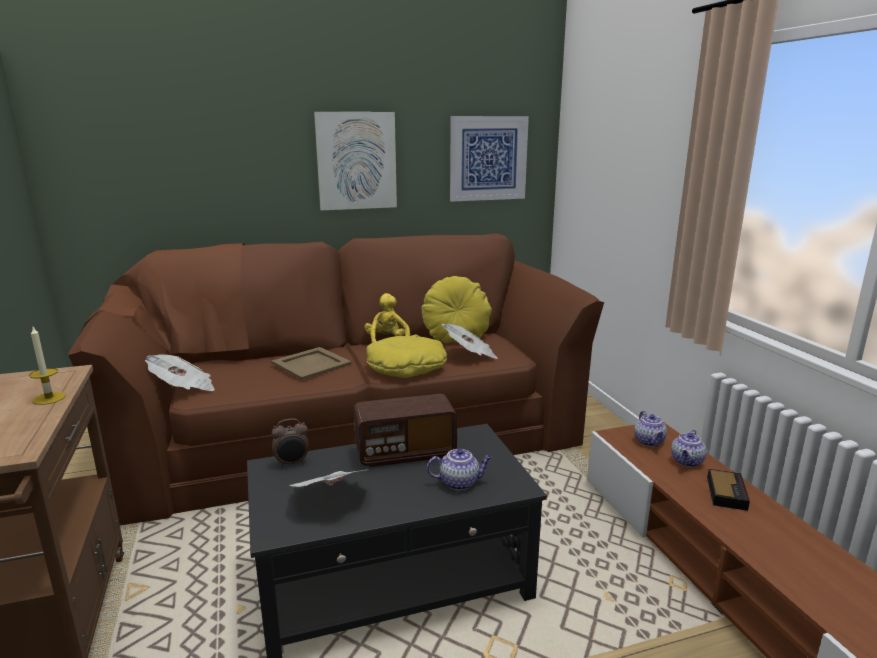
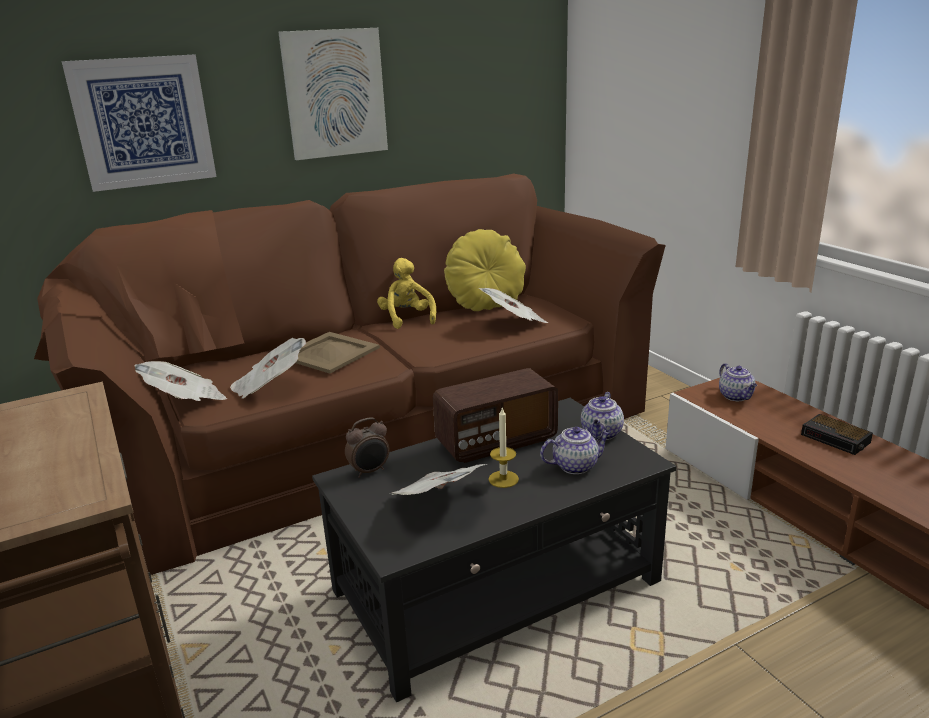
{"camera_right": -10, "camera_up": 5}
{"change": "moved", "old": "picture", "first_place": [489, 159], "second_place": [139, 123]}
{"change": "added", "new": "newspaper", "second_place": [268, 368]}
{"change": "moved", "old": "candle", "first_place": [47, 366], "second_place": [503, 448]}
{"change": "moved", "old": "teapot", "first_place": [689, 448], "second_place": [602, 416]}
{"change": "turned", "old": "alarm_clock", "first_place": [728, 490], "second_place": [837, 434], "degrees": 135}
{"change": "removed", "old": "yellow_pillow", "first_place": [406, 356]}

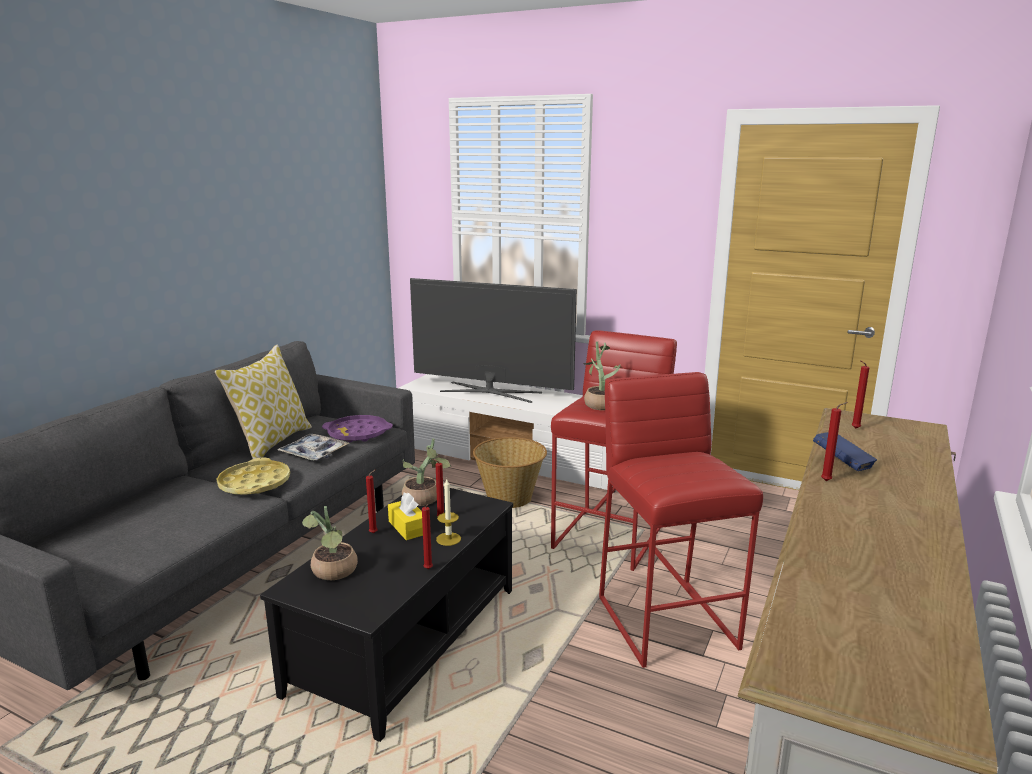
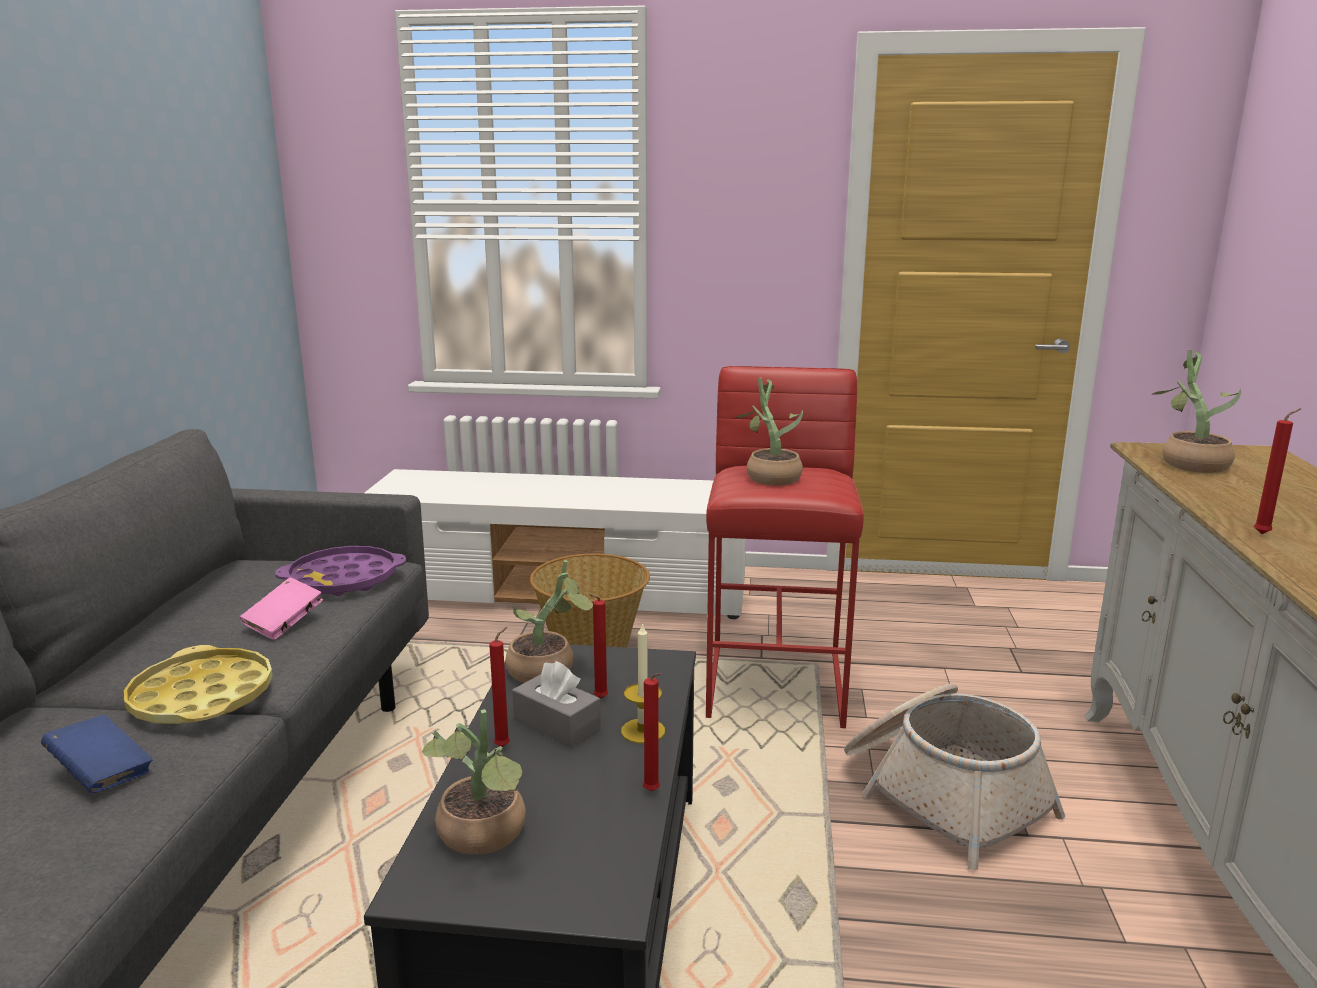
{"camera_right": -20, "camera_up": 0}
{"change": "moved", "old": "blue_book", "first_place": [845, 451], "second_place": [97, 753]}
{"change": "replaced", "old": "tray", "new": "pink_book", "first_place": [313, 447], "second_place": [281, 609]}
{"change": "recoloured", "old": "yellow_tissue_box", "new": "grey_tissue_box", "first_place": [405, 516], "second_place": [556, 704]}
{"change": "replaced", "old": "red_stool", "new": "basket", "first_place": [681, 520], "second_place": [954, 776]}
{"change": "replaced", "old": "red_candle", "new": "potted_plant", "first_place": [860, 394], "second_place": [1197, 411]}
{"change": "removed", "old": "pillow", "first_place": [263, 401]}
{"change": "removed", "old": "television", "first_place": [493, 340]}

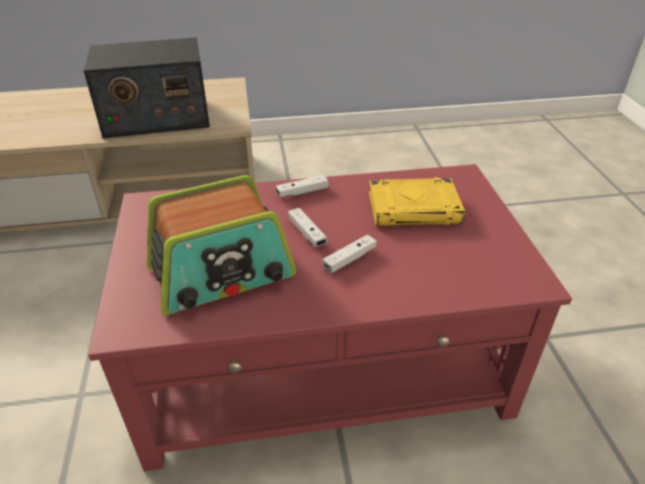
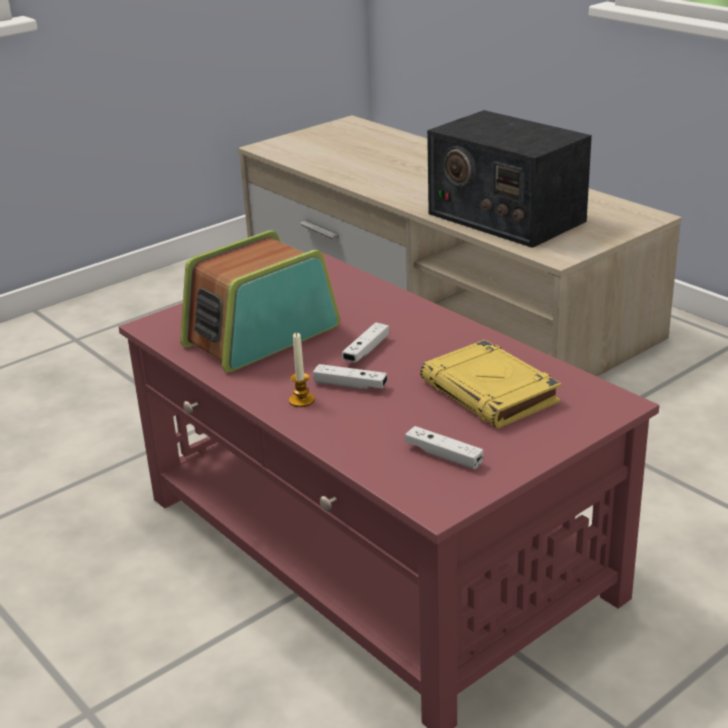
{"camera_right": 60, "camera_up": -10}
{"change": "turned", "old": "radio", "first_place": [221, 245], "second_place": [260, 301], "degrees": 105}
{"change": "added", "new": "candle", "second_place": [302, 369]}
{"change": "moved", "old": "white_game_controller", "first_place": [302, 186], "second_place": [444, 447]}

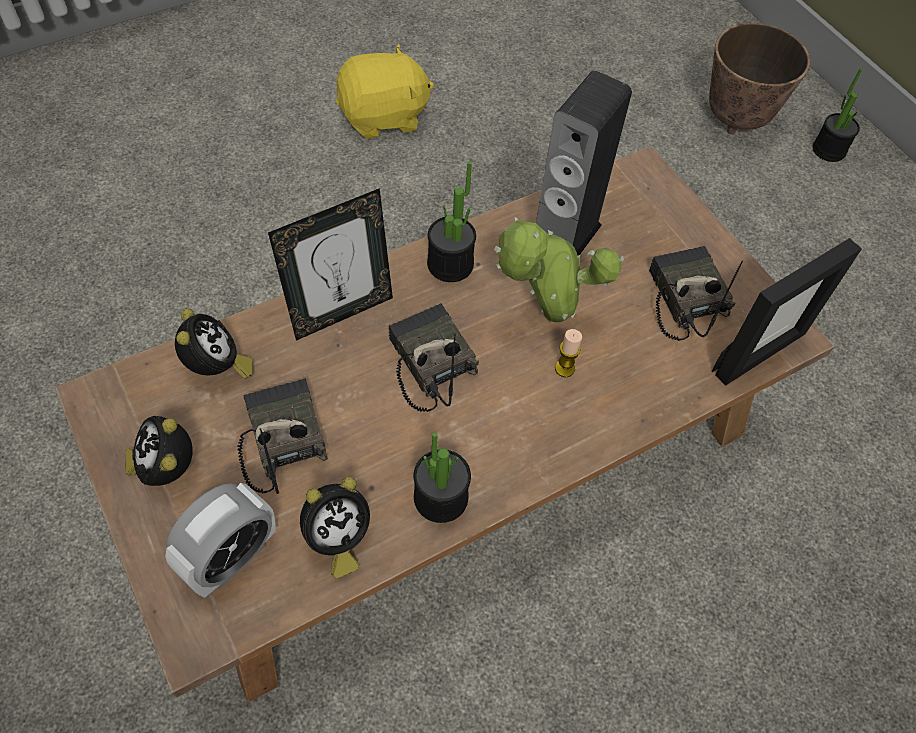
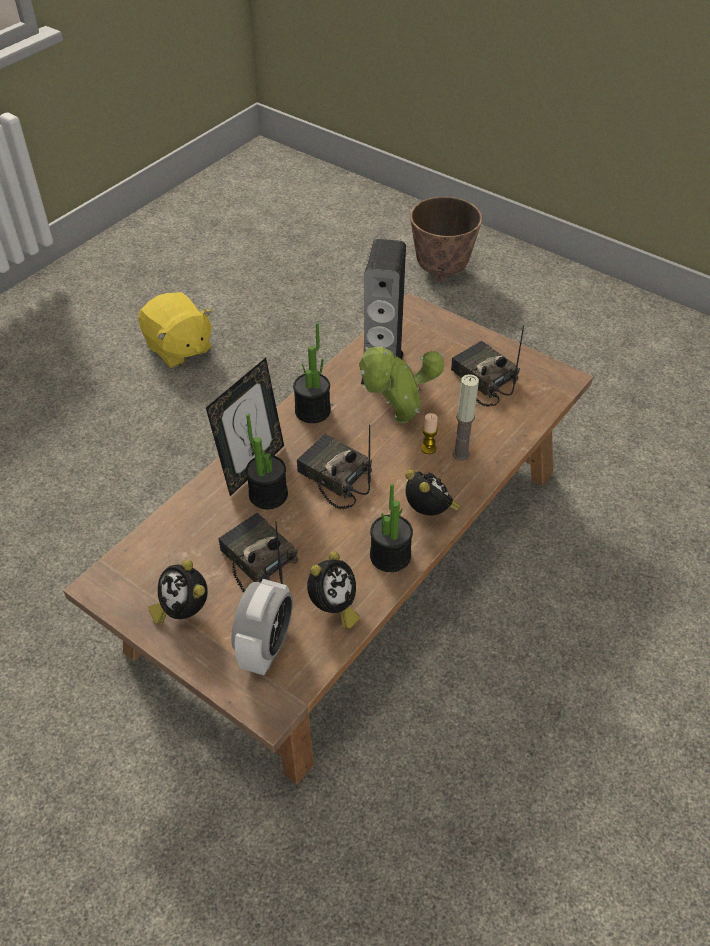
{"camera_right": -20, "camera_up": -10}
{"change": "turned", "old": "yellow_plush_toy", "first_place": [385, 91], "second_place": [175, 330], "degrees": 90}
{"change": "moved", "old": "potted_plant", "first_place": [838, 115], "second_place": [267, 461]}
{"change": "moved", "old": "alarm_clock", "first_place": [214, 343], "second_place": [433, 493]}
{"change": "added", "new": "candle", "second_place": [465, 417]}
{"change": "removed", "old": "picture_frame", "first_place": [787, 312]}

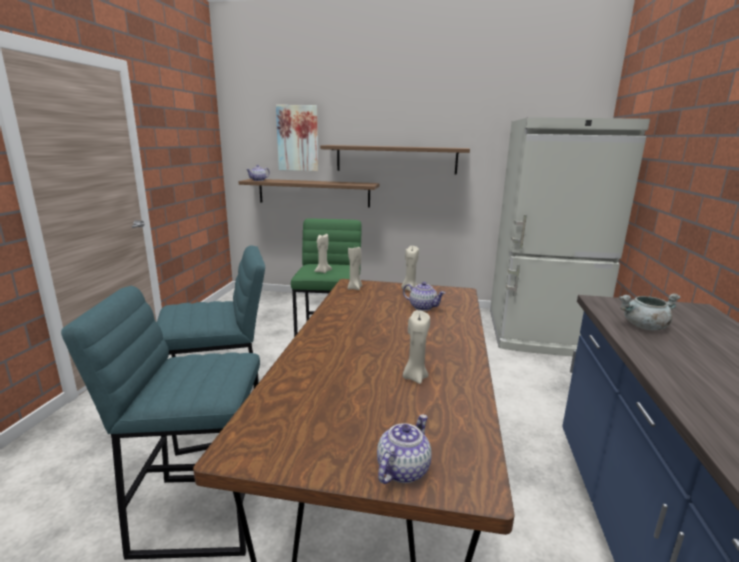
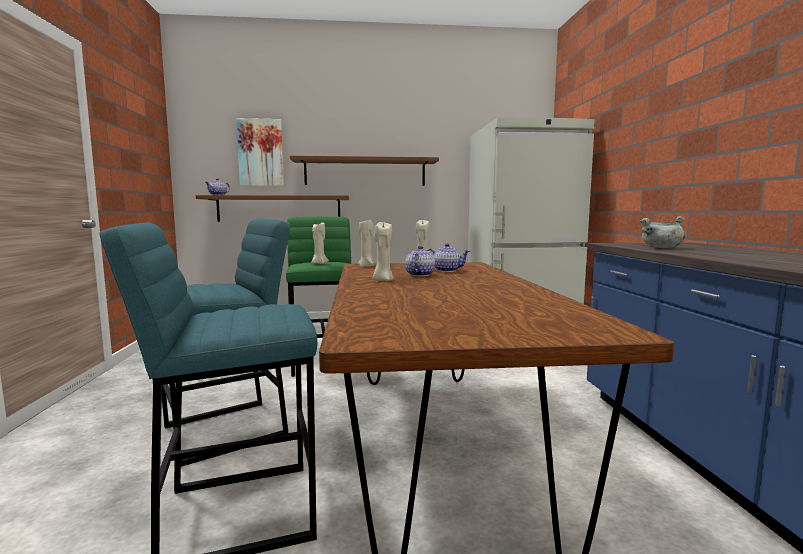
{"camera_right": -15, "camera_up": -10}
{"change": "moved", "old": "beige_candle", "first_place": [416, 347], "second_place": [383, 251]}
{"change": "moved", "old": "teapot", "first_place": [404, 449], "second_place": [420, 261]}

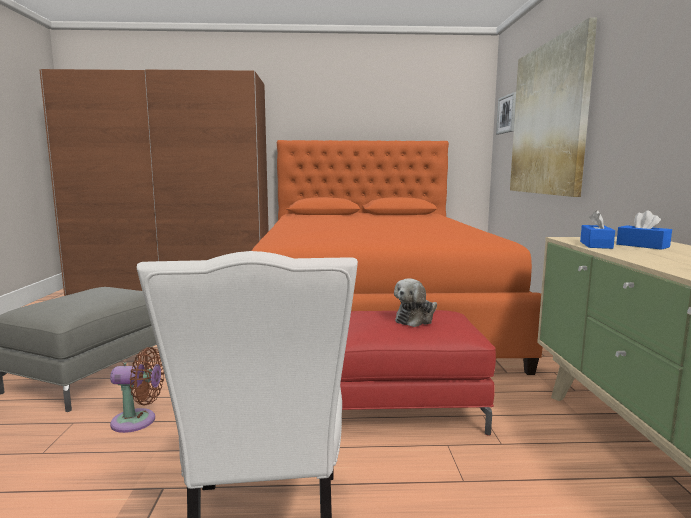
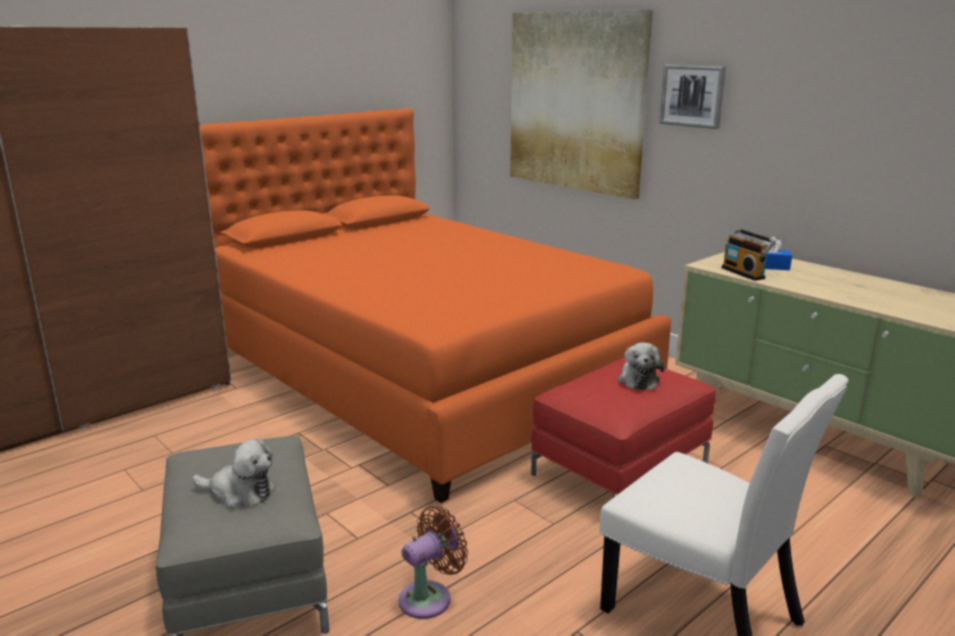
{"camera_right": -40, "camera_up": 10}
{"change": "added", "new": "plush_toy", "second_place": [233, 474]}
{"change": "moved", "old": "picture", "first_place": [506, 113], "second_place": [692, 96]}
{"change": "replaced", "old": "blue_tissue_box", "new": "radio", "first_place": [597, 229], "second_place": [749, 254]}

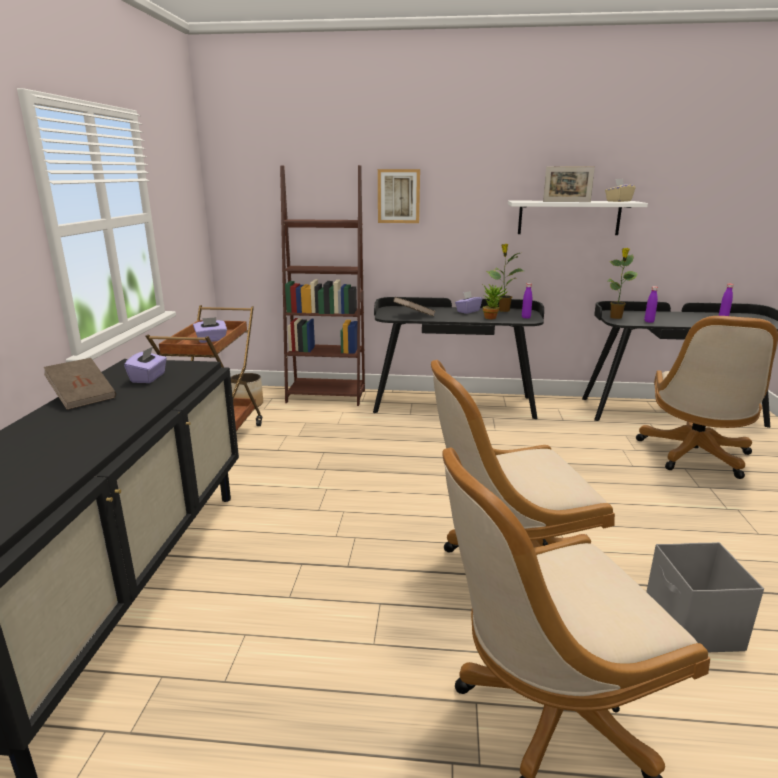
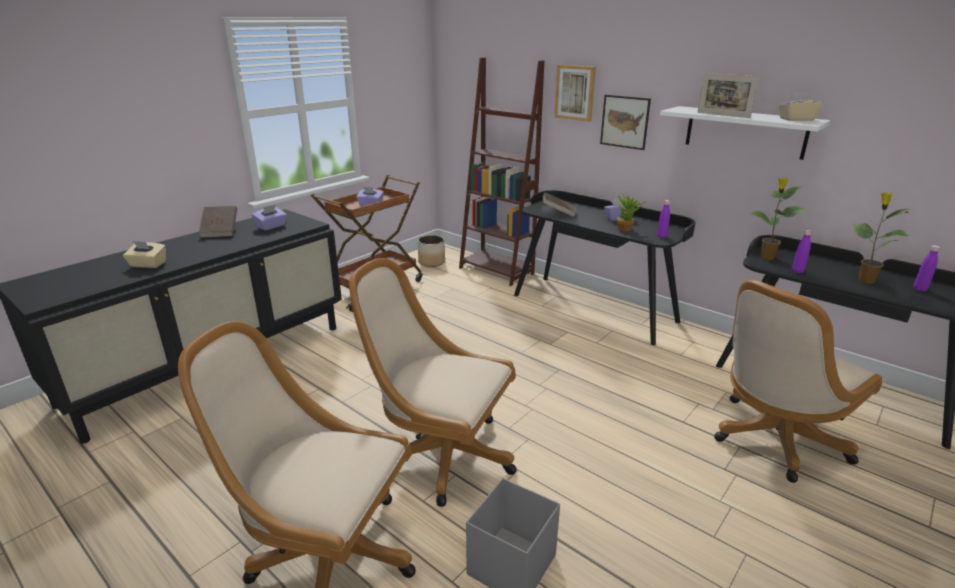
{"camera_right": 35, "camera_up": 5}
{"change": "added", "new": "beige_tissue_box", "second_place": [144, 254]}
{"change": "added", "new": "picture", "second_place": [625, 122]}
{"change": "moved", "old": "potted_plant", "first_place": [505, 278], "second_place": [882, 238]}

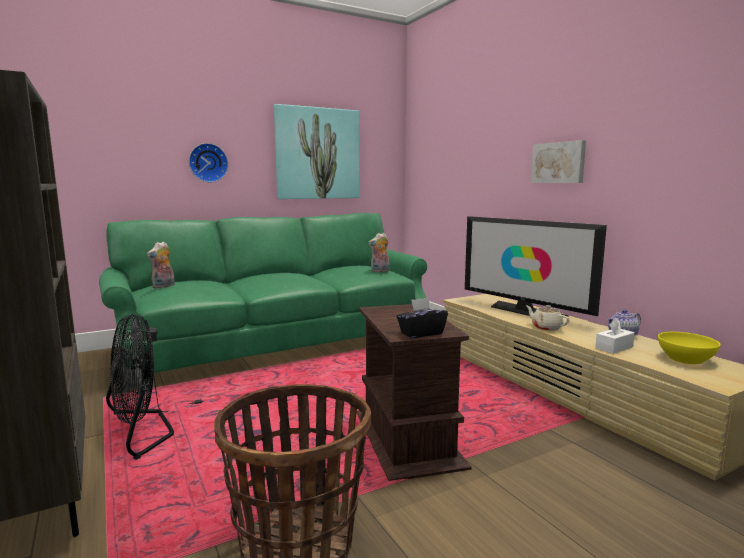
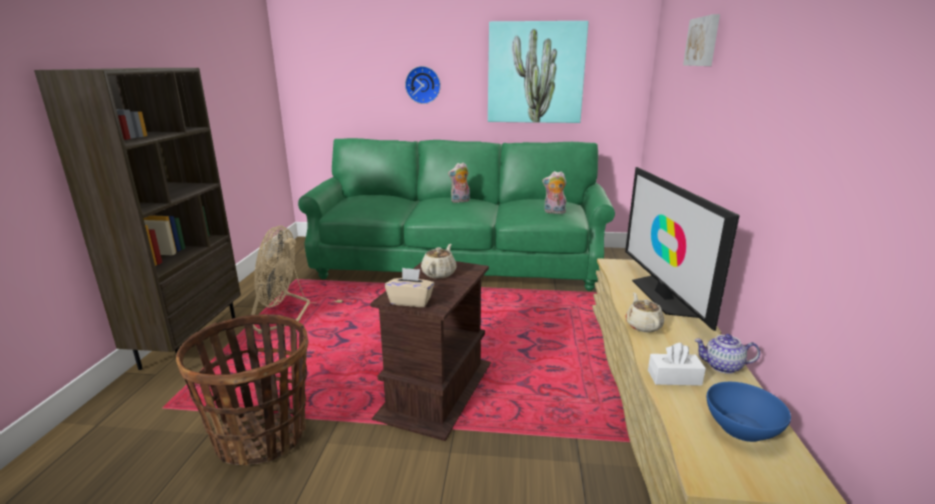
{"camera_right": 35, "camera_up": 10}
{"change": "recoloured", "old": "black_fan", "new": "beige_fan", "first_place": [155, 387], "second_place": [297, 279]}
{"change": "recoloured", "old": "black_tissue_box", "new": "beige_tissue_box", "first_place": [422, 318], "second_place": [409, 287]}
{"change": "added", "new": "beige_teapot", "second_place": [439, 261]}
{"change": "moved", "old": "plush_toy", "first_place": [161, 265], "second_place": [459, 182]}
{"change": "moved", "old": "picture", "first_place": [558, 161], "second_place": [701, 40]}
{"change": "recoloured", "old": "yellow_bowl", "new": "blue_bowl", "first_place": [689, 348], "second_place": [749, 412]}

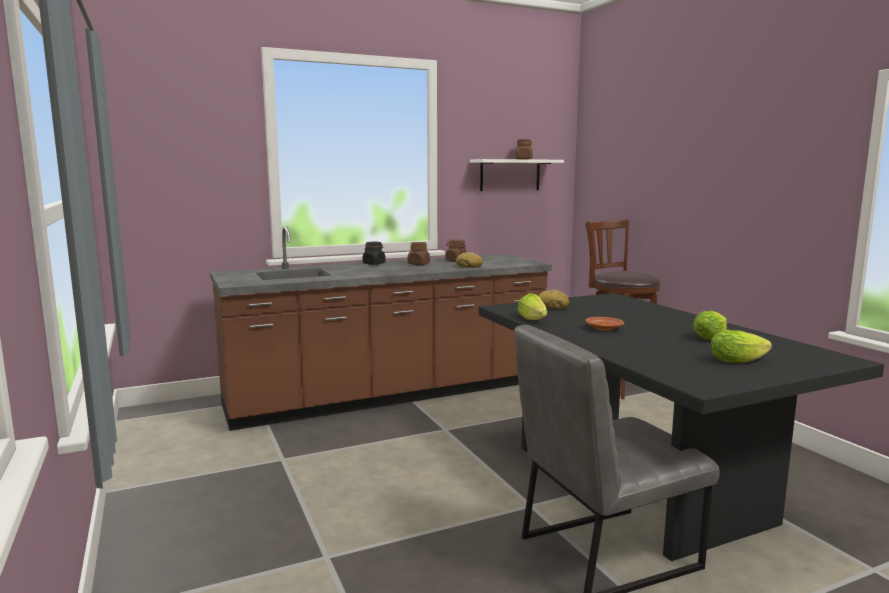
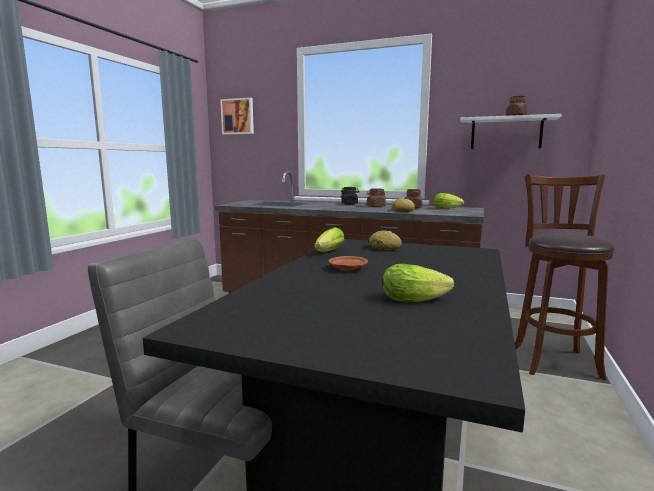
{"camera_right": 45, "camera_up": 0}
{"change": "added", "new": "picture", "second_place": [237, 116]}
{"change": "moved", "old": "lettuce", "first_place": [741, 346], "second_place": [449, 201]}

